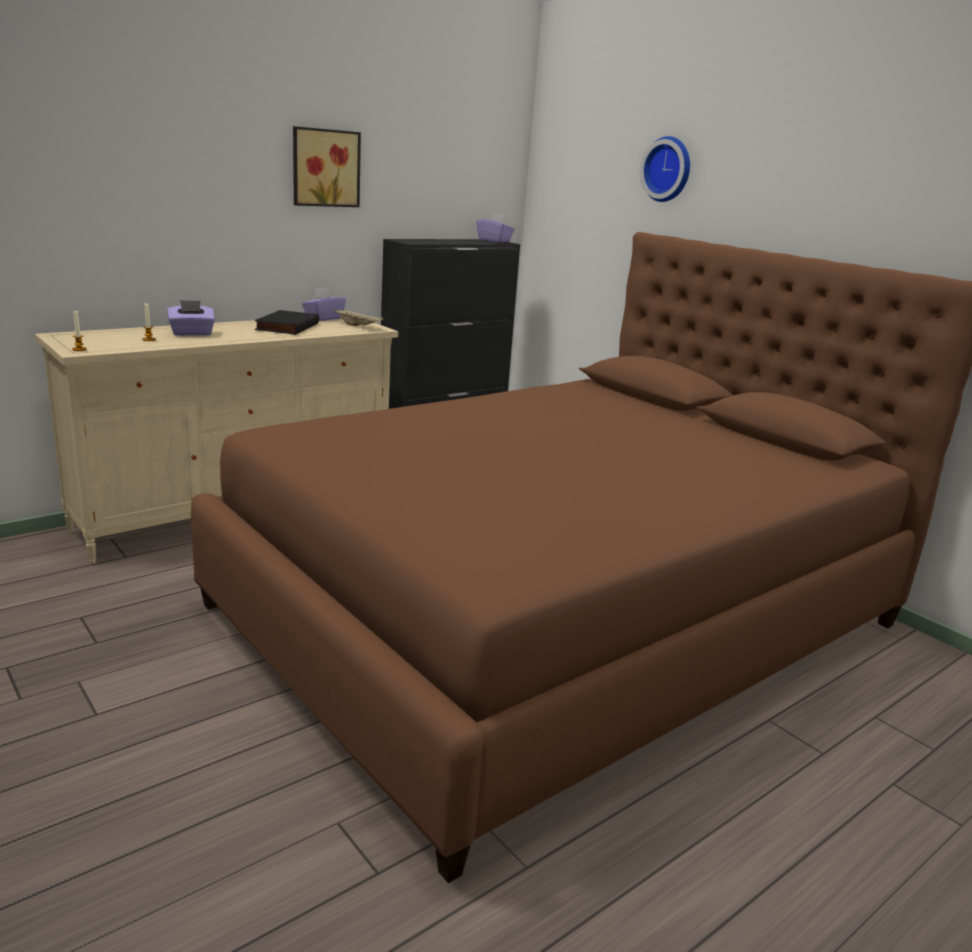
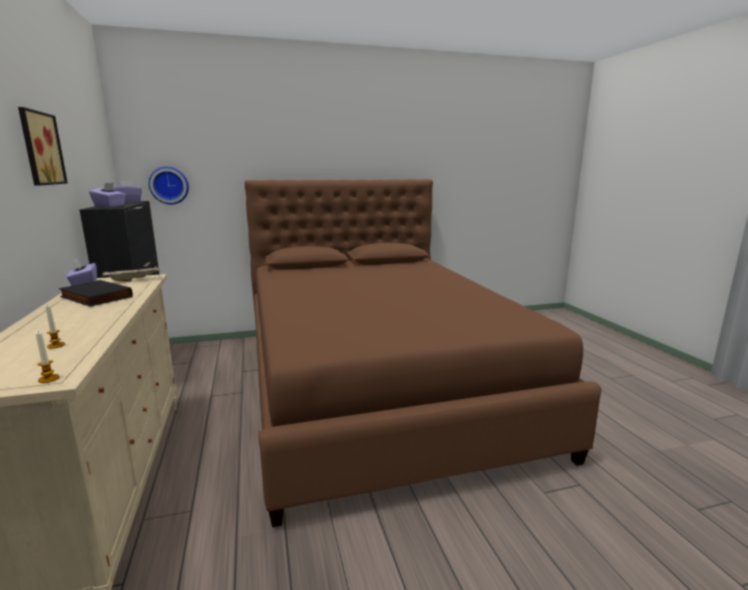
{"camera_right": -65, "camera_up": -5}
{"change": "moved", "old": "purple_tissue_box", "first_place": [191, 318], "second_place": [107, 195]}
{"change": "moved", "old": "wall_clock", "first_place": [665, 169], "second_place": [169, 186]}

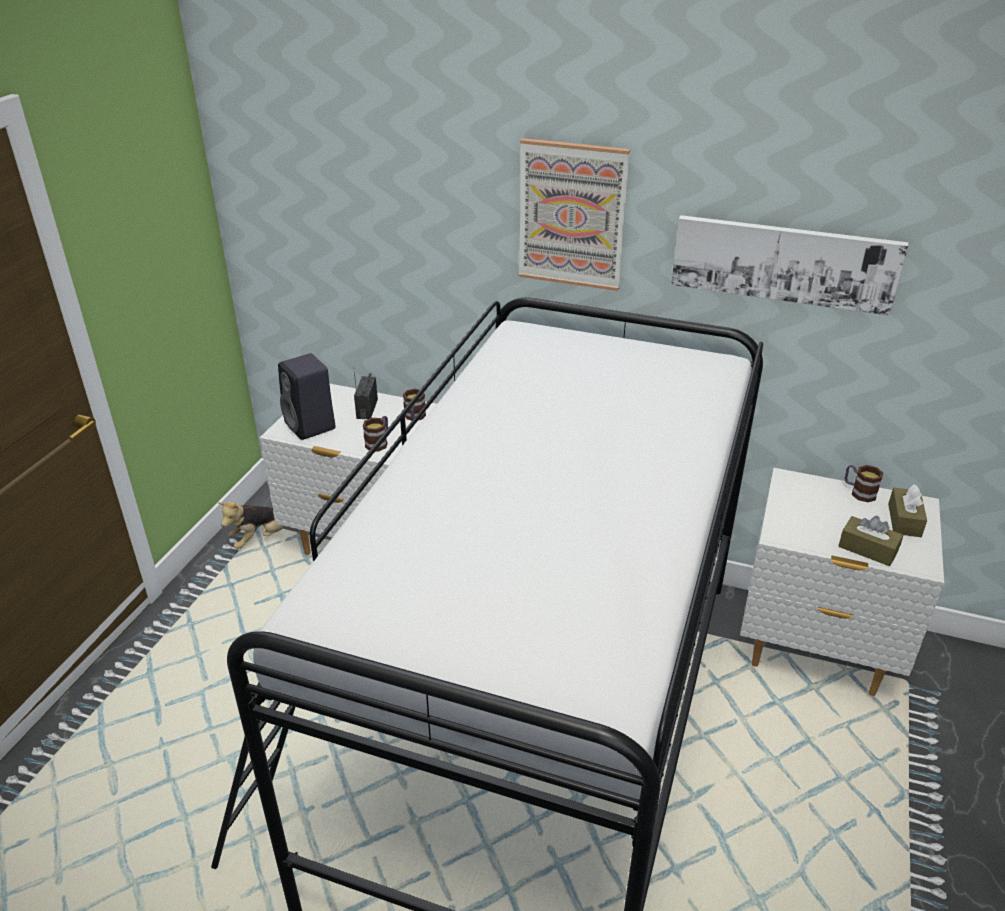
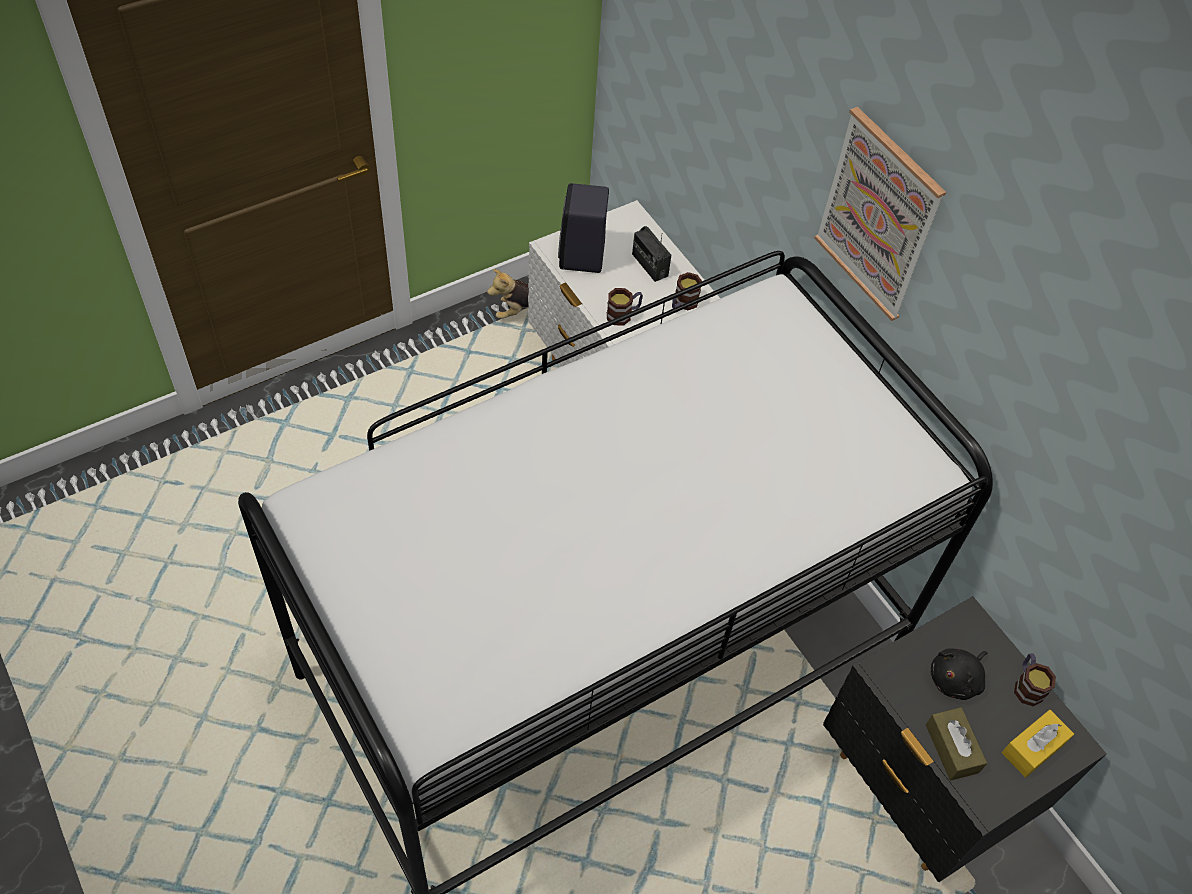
{"camera_right": 35, "camera_up": 20}
{"change": "turned", "old": "radio", "first_place": [366, 395], "second_place": [651, 254], "degrees": -75}
{"change": "recoloured", "old": "white_nightstand", "new": "black_nightstand", "first_place": [842, 582], "second_place": [965, 739]}
{"change": "added", "new": "black_plush_toy", "second_place": [959, 674]}
{"change": "recoloured", "old": "brown_tissue_box", "new": "yellow_tissue_box", "first_place": [907, 510], "second_place": [1038, 744]}
{"change": "removed", "old": "picture", "first_place": [789, 265]}

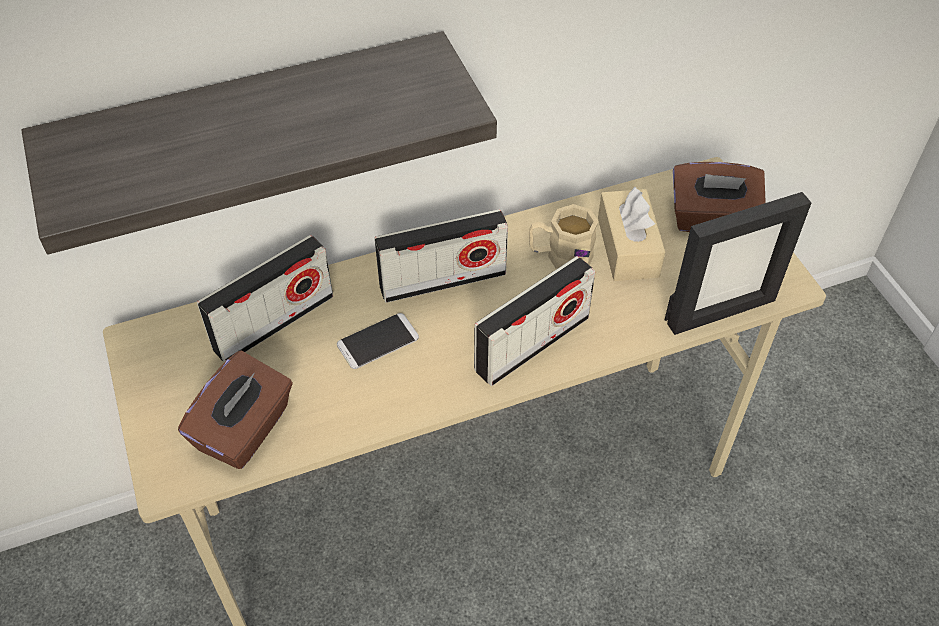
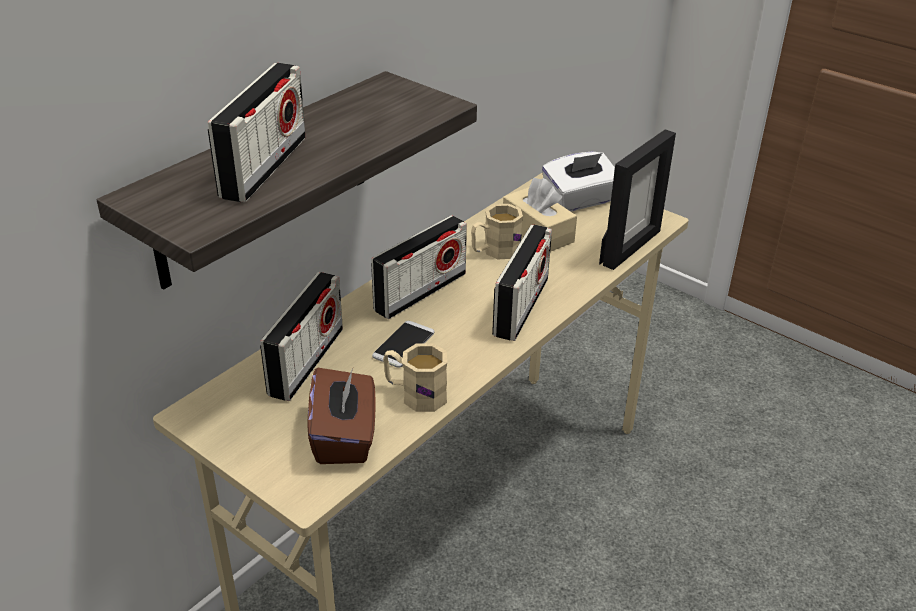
{"camera_right": -30, "camera_up": -15}
{"change": "added", "new": "radio", "second_place": [257, 133]}
{"change": "added", "new": "beige_mug", "second_place": [415, 377]}
{"change": "recoloured", "old": "brown_tissue_box", "new": "white_tissue_box", "first_place": [719, 197], "second_place": [578, 181]}

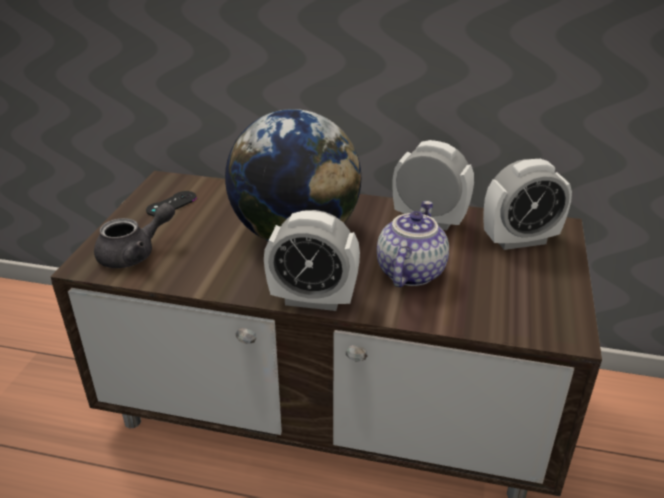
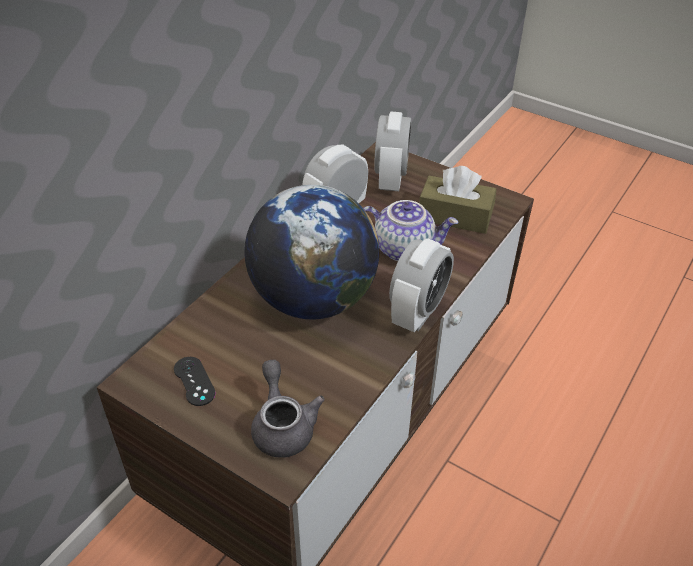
{"camera_right": -70, "camera_up": 10}
{"change": "turned", "old": "teapot", "first_place": [413, 244], "second_place": [411, 230], "degrees": 150}
{"change": "added", "new": "brown_tissue_box", "second_place": [457, 200]}

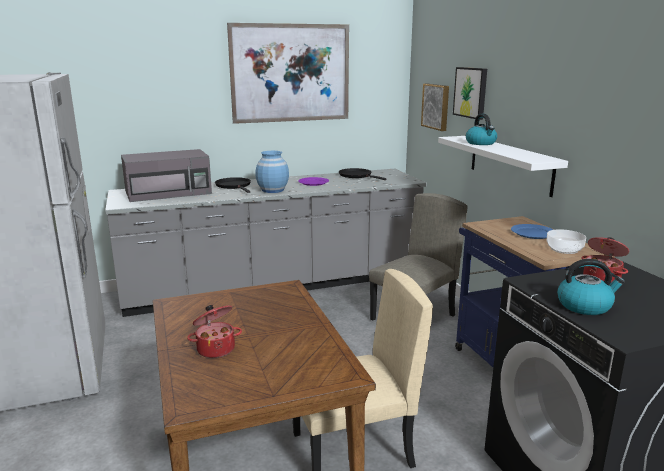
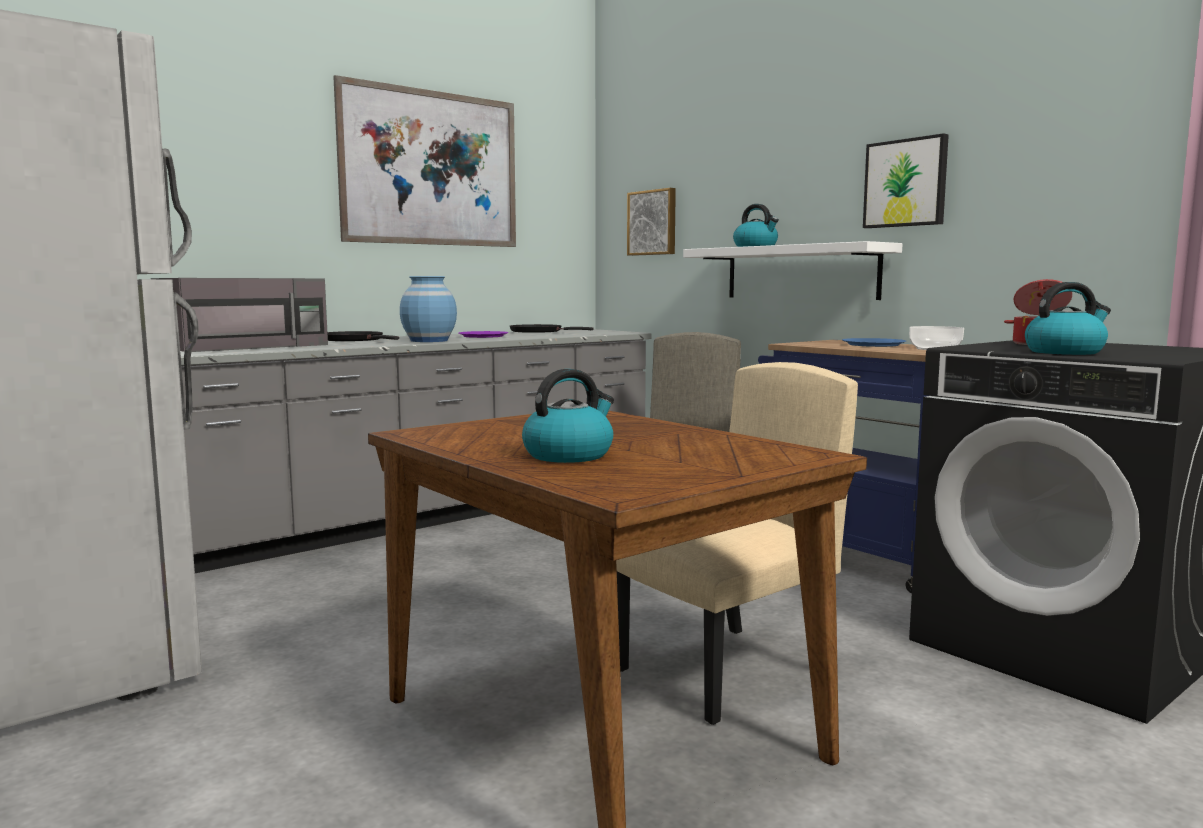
{"camera_right": -20, "camera_up": -10}
{"change": "replaced", "old": "cooking_pot", "new": "kettle", "first_place": [214, 331], "second_place": [568, 416]}
{"change": "moved", "old": "picture", "first_place": [470, 93], "second_place": [906, 180]}

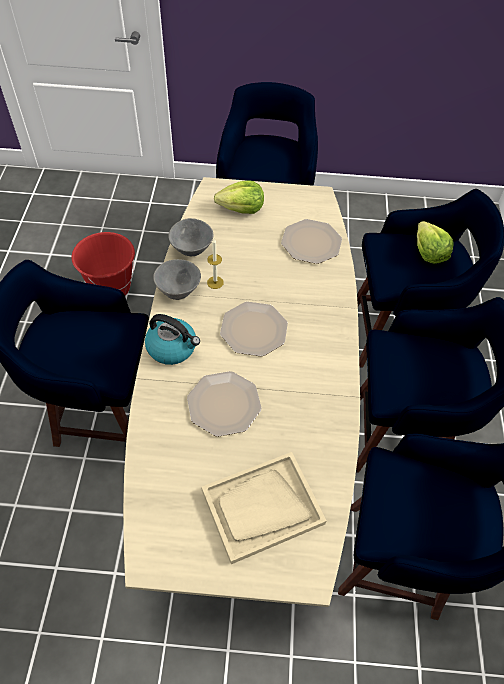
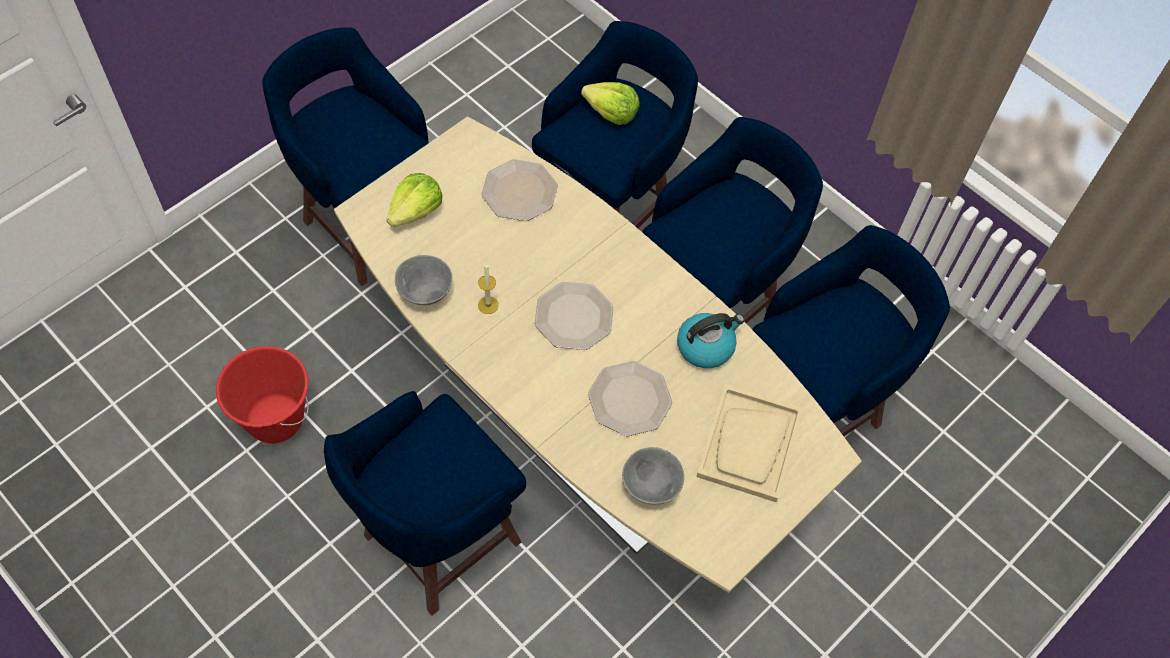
{"camera_right": -50, "camera_up": 5}
{"change": "moved", "old": "grey_bowl", "first_place": [177, 279], "second_place": [653, 476]}
{"change": "moved", "old": "kettle", "first_place": [172, 339], "second_place": [710, 340]}

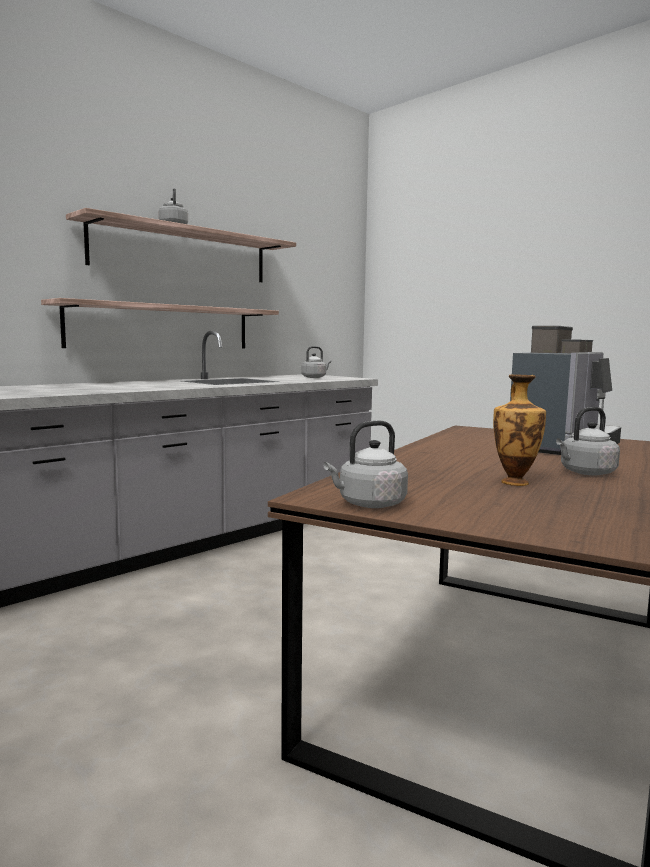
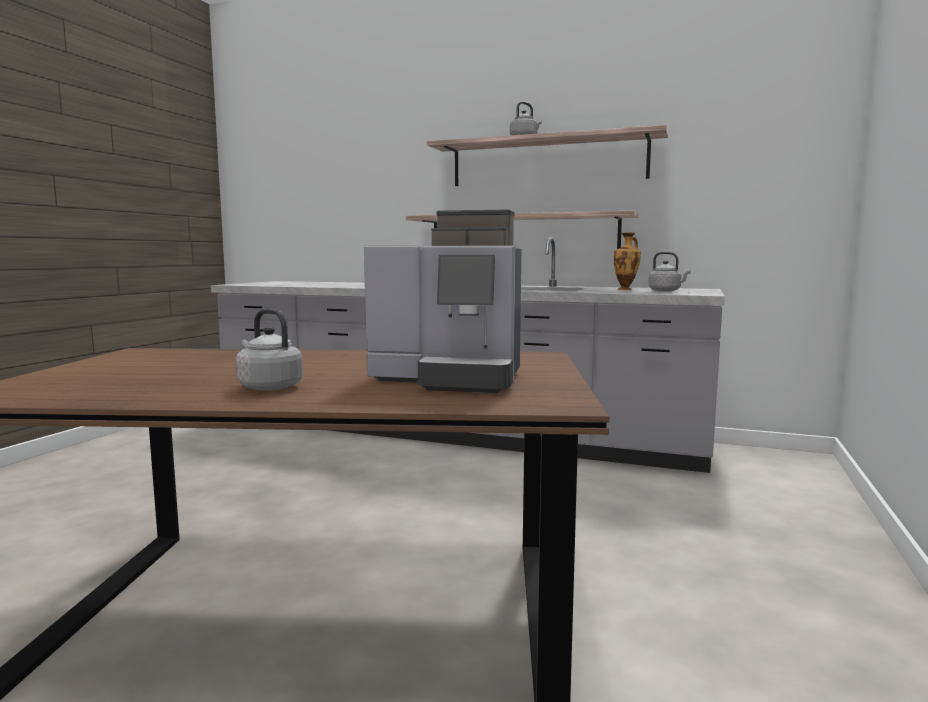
{"camera_right": 65, "camera_up": 0}
{"change": "moved", "old": "vase", "first_place": [519, 430], "second_place": [627, 261]}
{"change": "removed", "old": "grey_kettle", "first_place": [365, 464]}

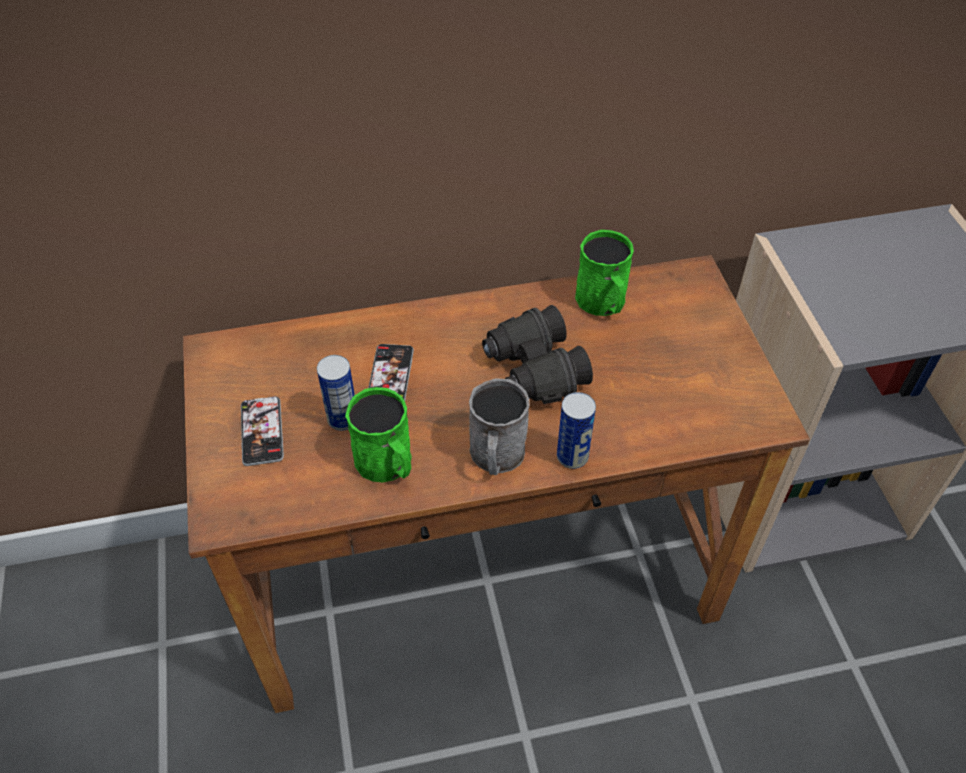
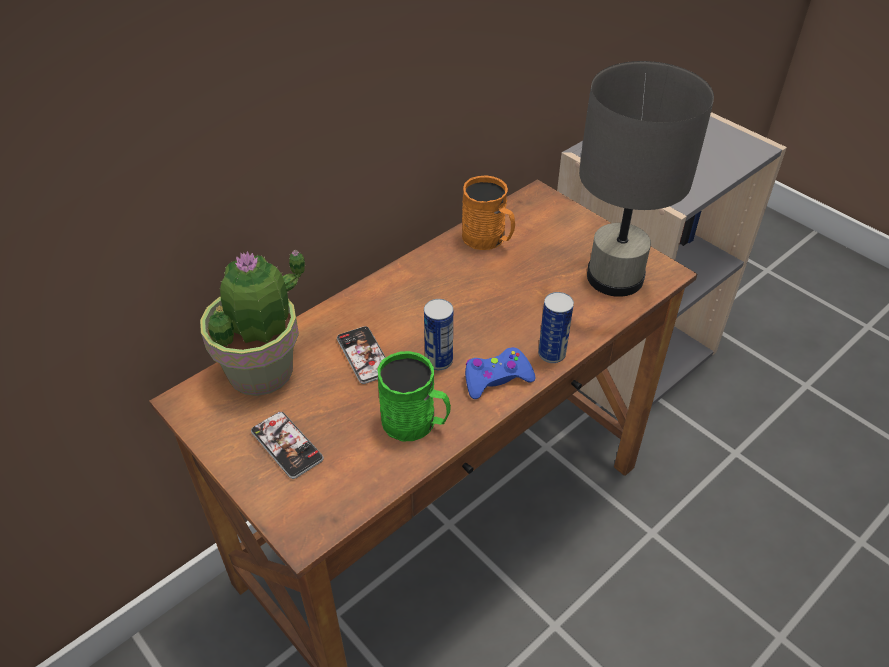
{"camera_right": -30, "camera_up": -5}
{"change": "added", "new": "potted_plant", "second_place": [252, 323]}
{"change": "moved", "old": "can", "first_place": [336, 393], "second_place": [438, 334]}
{"change": "recoloured", "old": "green_mug", "new": "orange_mug", "first_place": [604, 273], "second_place": [488, 212]}
{"change": "replaced", "old": "grey_mug", "new": "blue_game_controller", "first_place": [499, 426], "second_place": [500, 373]}
{"change": "added", "new": "grey_table_lamp", "second_place": [646, 179]}
{"change": "removed", "old": "black_binoculars", "first_place": [537, 354]}

